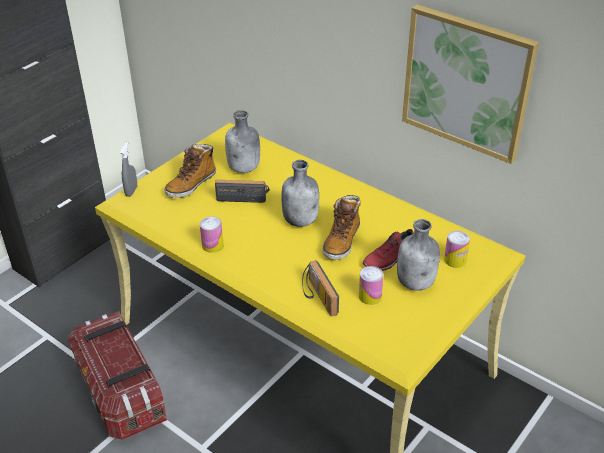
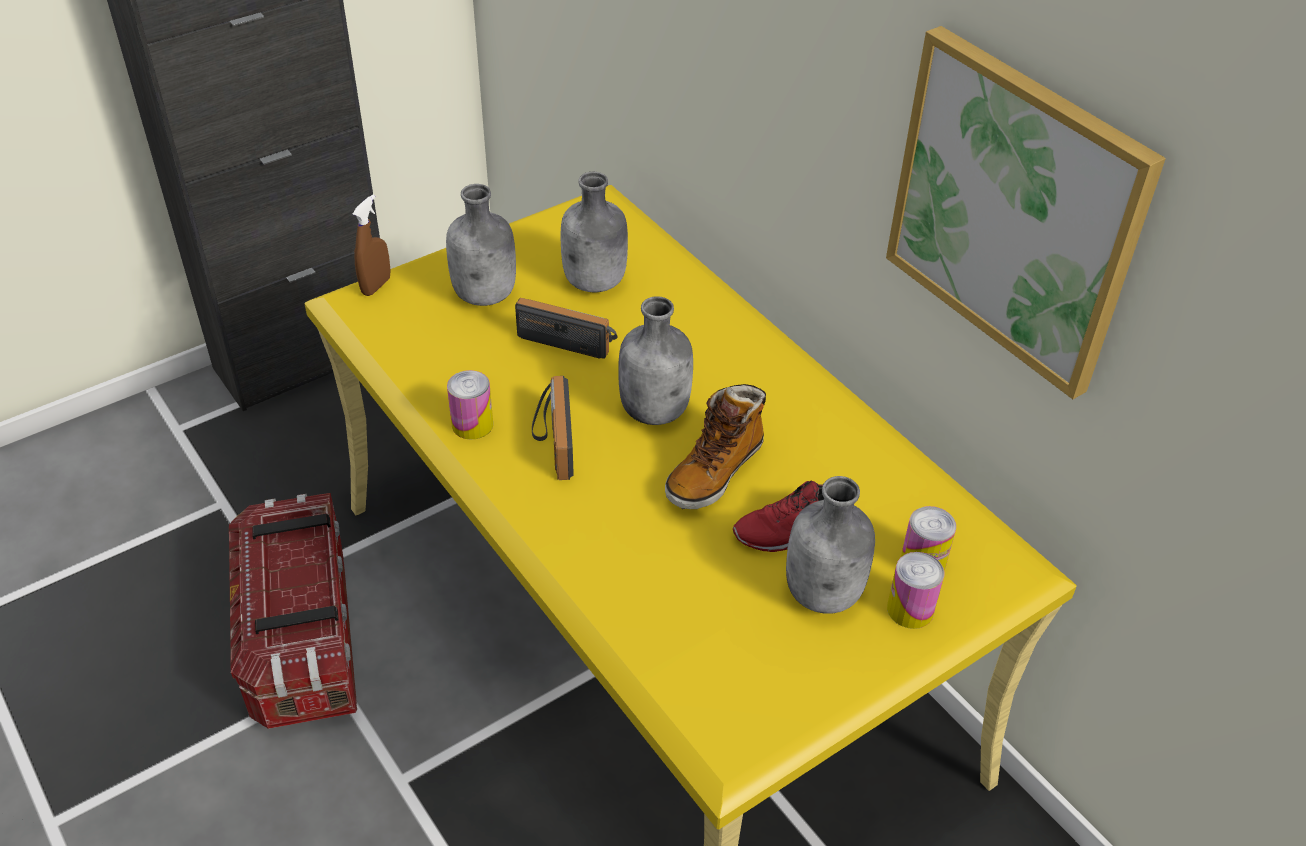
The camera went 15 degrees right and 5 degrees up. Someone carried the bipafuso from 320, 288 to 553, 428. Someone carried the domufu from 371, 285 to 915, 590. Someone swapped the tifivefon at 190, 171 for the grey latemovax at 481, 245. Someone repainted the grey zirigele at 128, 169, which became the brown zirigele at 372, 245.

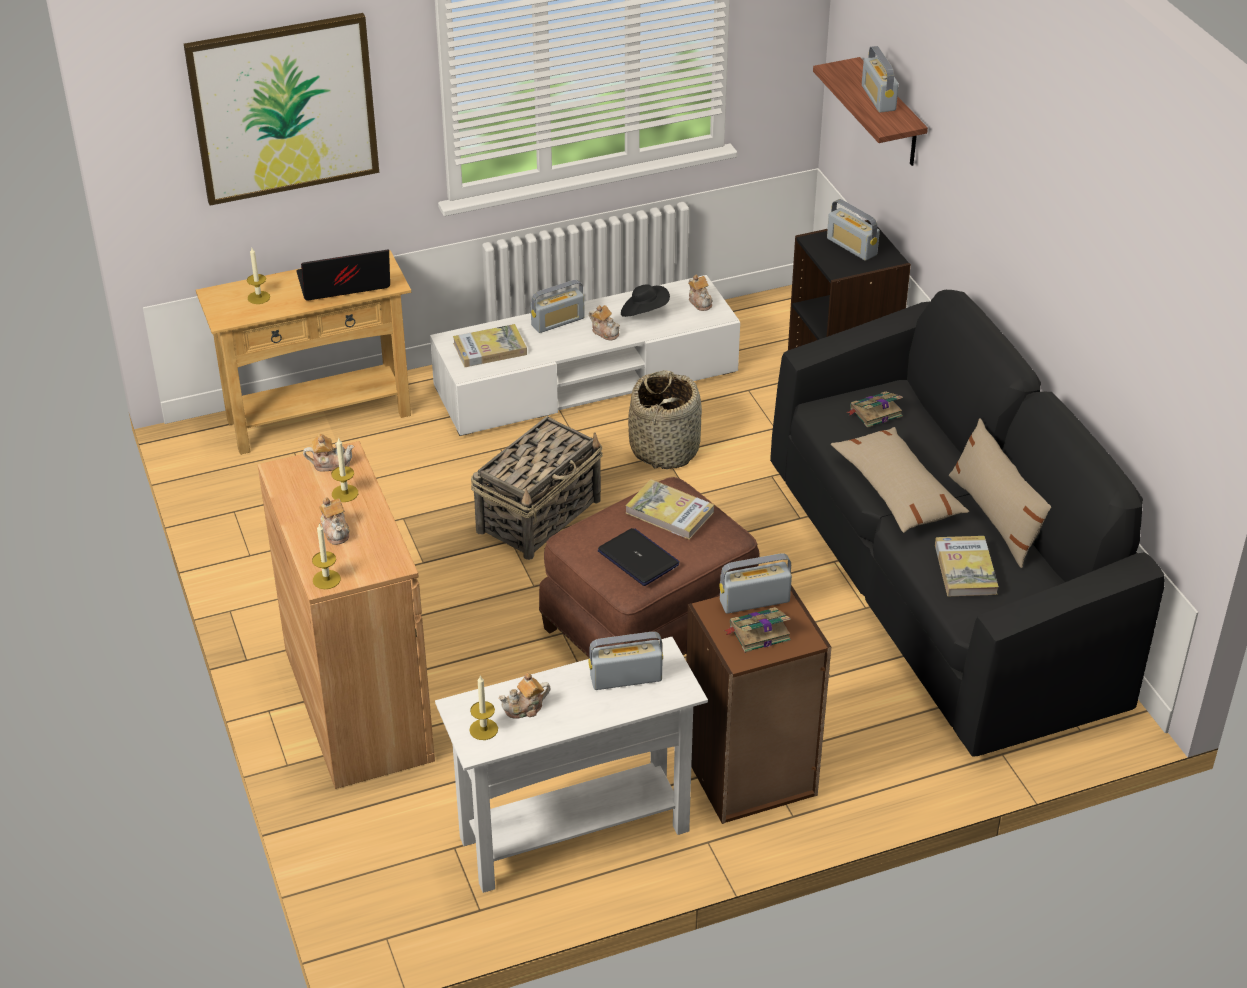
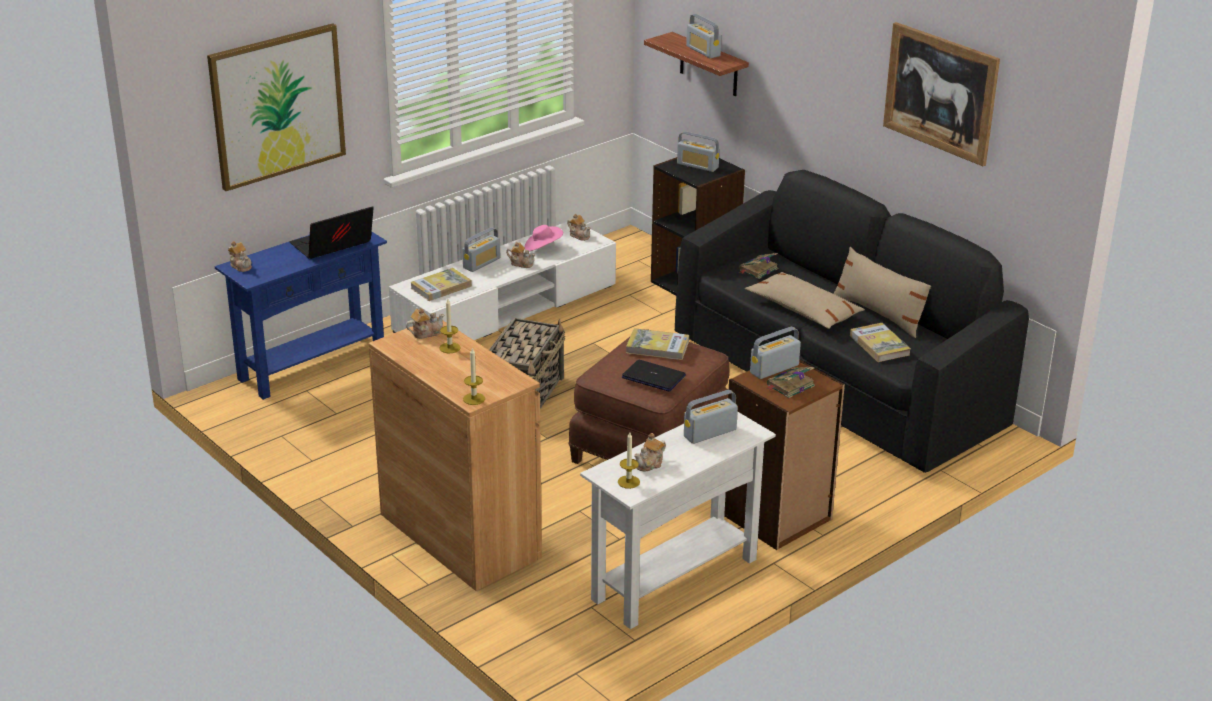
The camera went 20 degrees left and 10 degrees down. Someone took away the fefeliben at 258, 276. Someone took away the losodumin at 665, 419. Someone put up the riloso at 941, 94. Someone carried the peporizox from 334, 521 to 240, 256. Someone repainted the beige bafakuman at 303, 352, which became the blue bafakuman at 301, 315. Someone repainted the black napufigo at 645, 300, which became the pink napufigo at 544, 238.

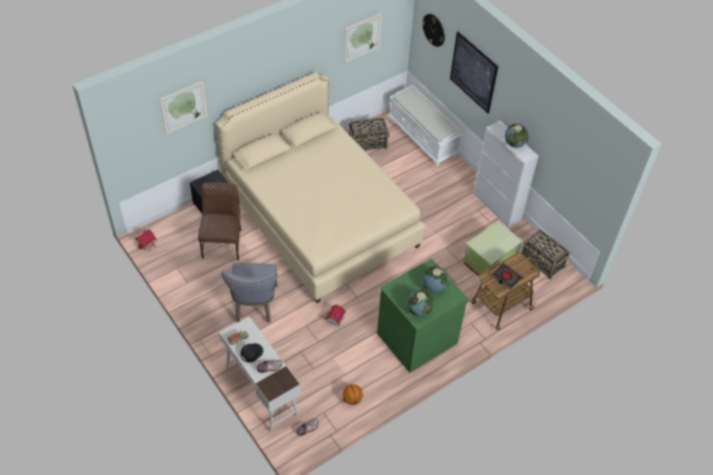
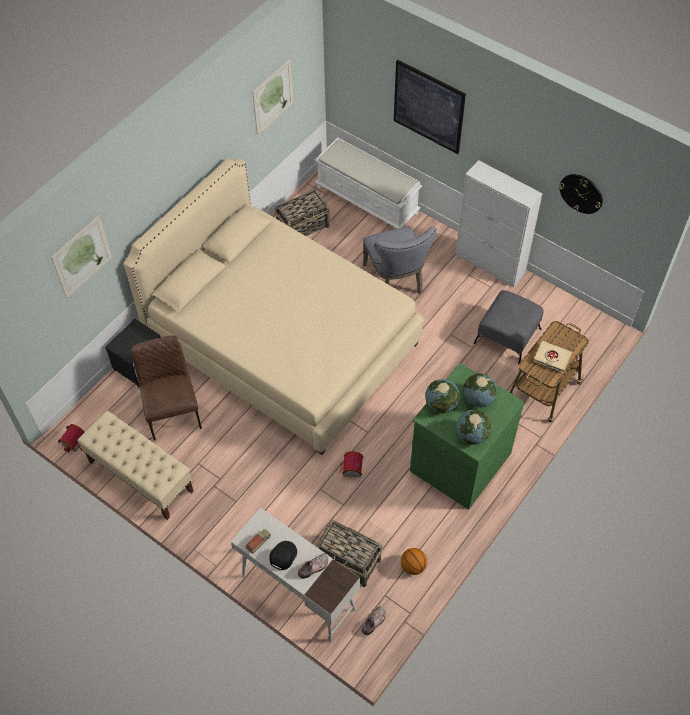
The camera went 15 degrees left and 5 degrees up. Someone put down the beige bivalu at 135, 465. Someone carried the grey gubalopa from 249, 293 to 400, 260. Someone carried the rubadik from 433, 30 to 581, 194. Someone carried the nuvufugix from 516, 136 to 442, 396. Someone carried the losodumin from 546, 254 to 349, 553. Someone swapped the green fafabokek at 493, 251 for the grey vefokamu at 509, 327. Someone repainted the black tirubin at 507, 276, which became the beige tirubin at 552, 357.

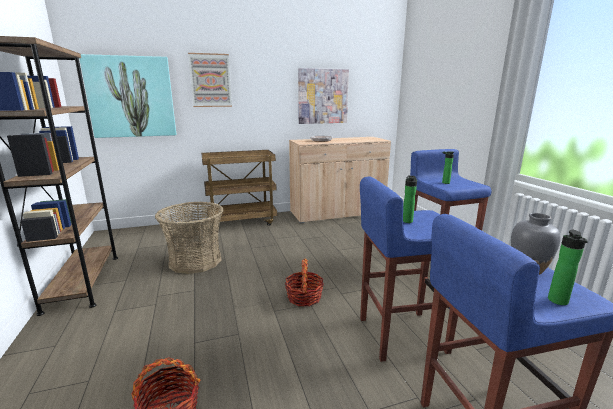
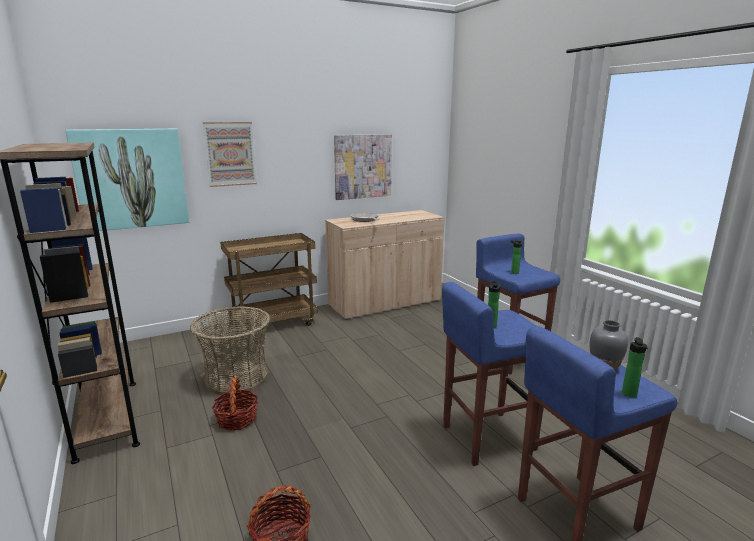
The camera went 10 degrees left and 0 degrees up. Someone carried the losodumin from 304, 283 to 235, 403.

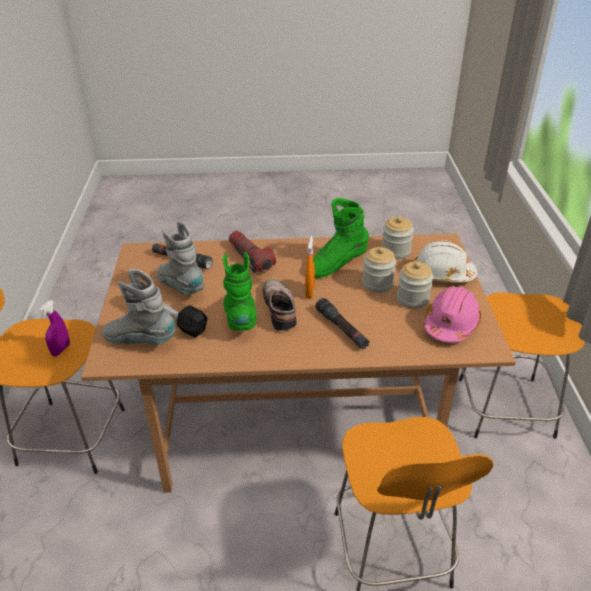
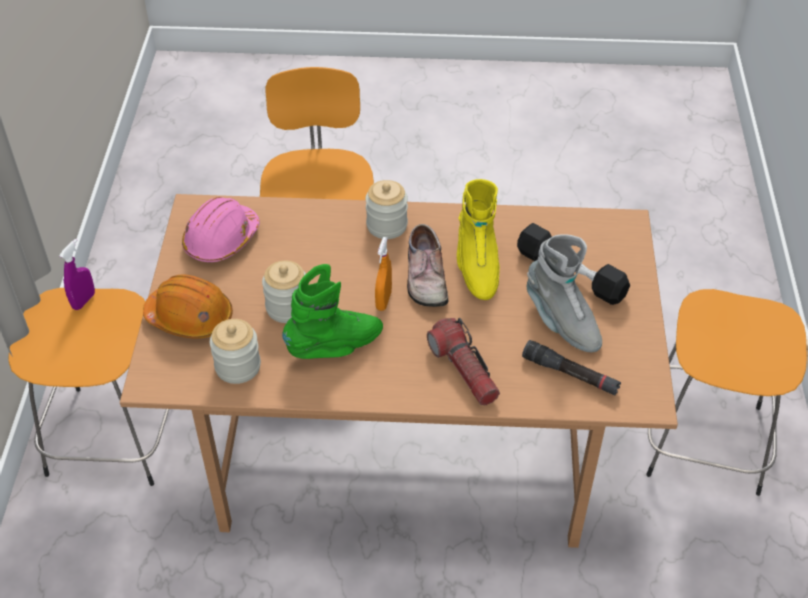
The camera went 175 degrees left and 10 degrees up. Someone took away the grey tifivefon at 138, 307. Someone took away the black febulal at 342, 323. Someone carried the purple zirigele from 54, 328 to 77, 274. Someone carried the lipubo from 415, 285 to 387, 209. Someone repainted the green tifivefon at 240, 291, which became the yellow tifivefon at 478, 239. Someone repainted the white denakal at 445, 261, which became the orange denakal at 188, 306.

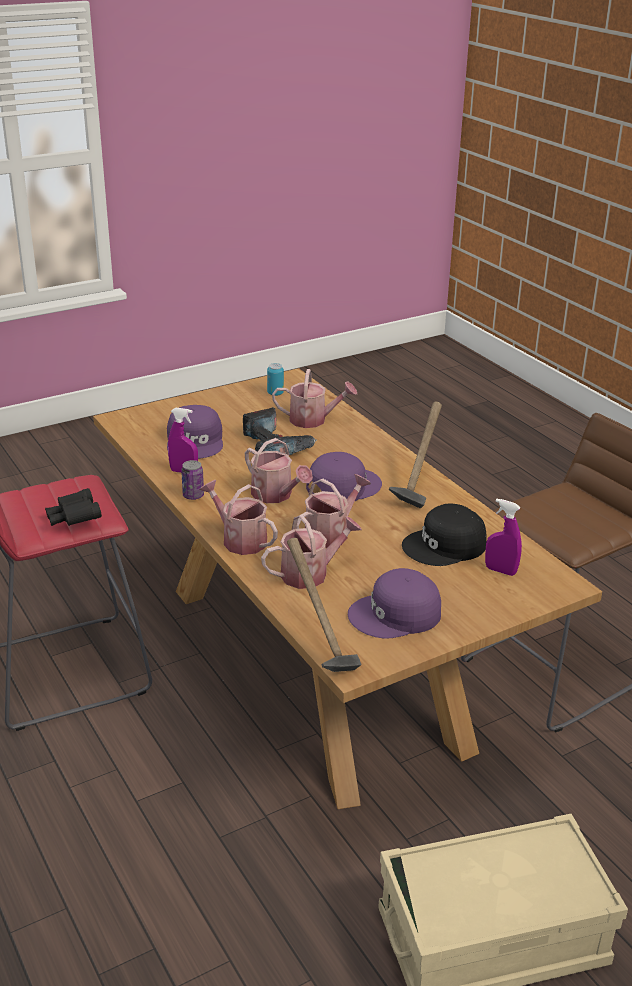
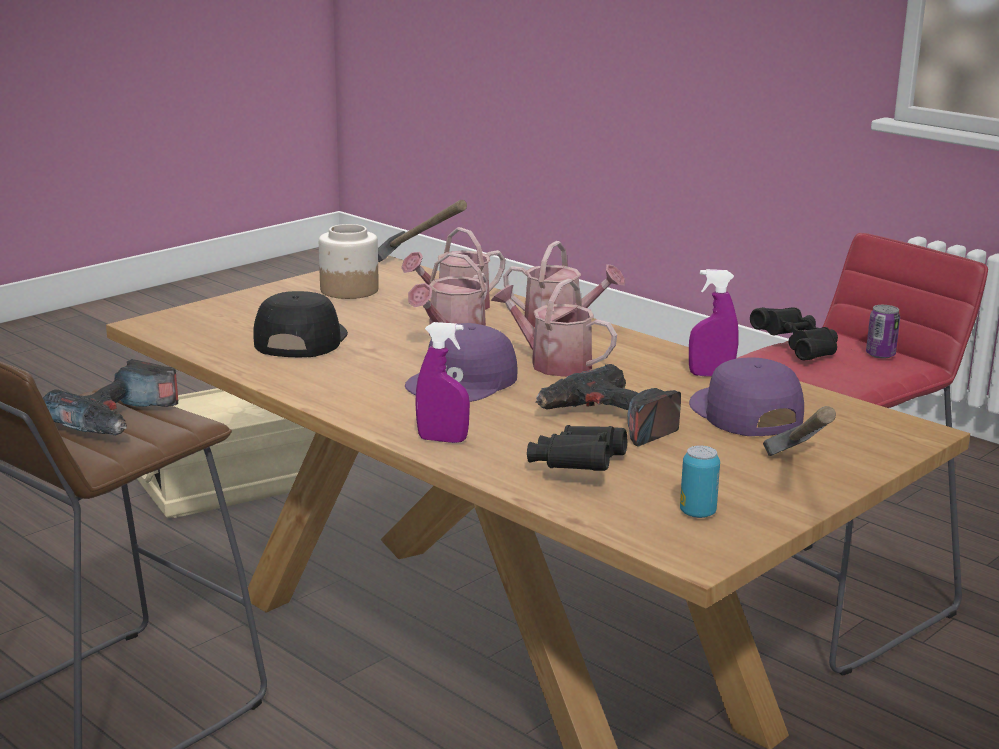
The camera went 165 degrees right and 10 degrees down. Someone put down the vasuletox at 110, 397. Someone carried the domufu from 192, 480 to 883, 332. Someone carried the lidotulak from 415, 455 to 799, 431. Someone carried the purple zirigele from 503, 537 to 442, 382. Someone swapped the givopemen at 314, 398 for the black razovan at 577, 448. Someone swapped the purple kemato at 394, 603 for the lipubo at 349, 261. Someone rotated the black kemato at 444, 534 by 45 degrees counterclockwise.

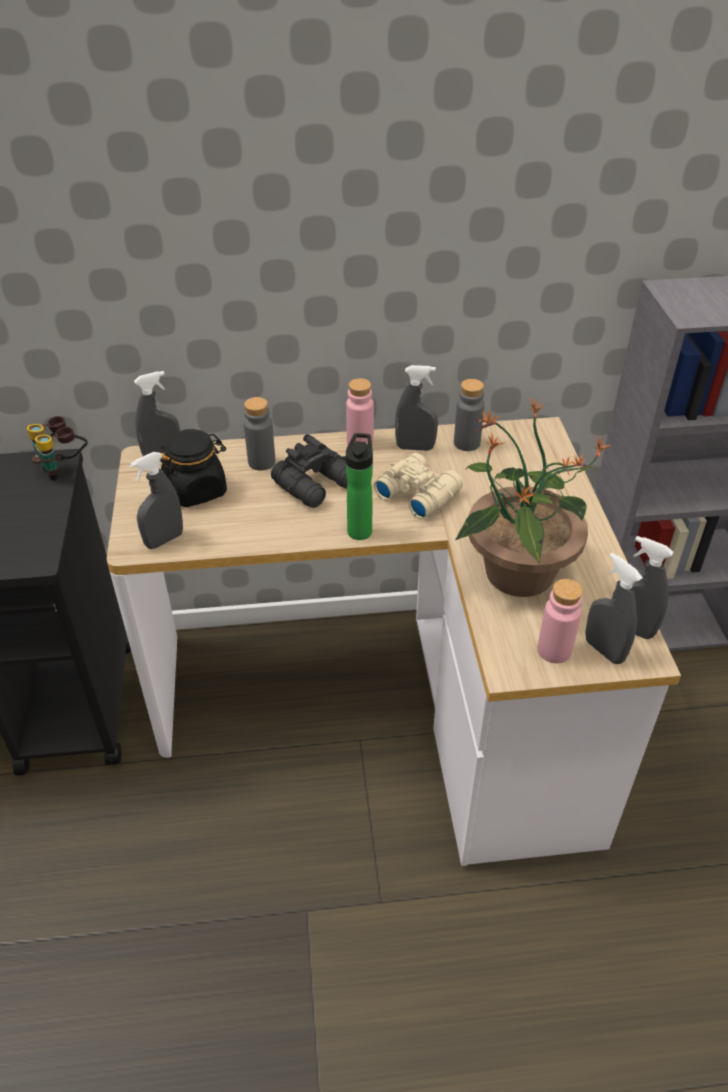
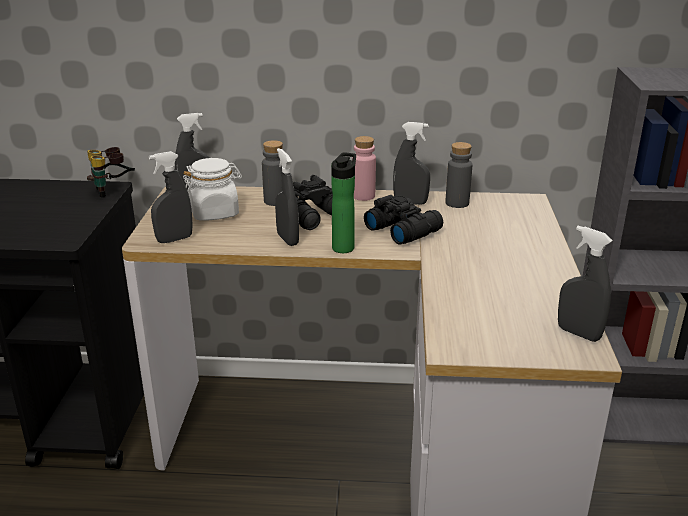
The camera went 10 degrees right and 15 degrees down. Someone took away the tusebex at 532, 497. Someone took away the pink latemovax at 560, 621. Someone carried the grey zirigele from 614, 608 to 287, 197. Someone repainted the black lipubo at 193, 468, which became the white lipubo at 212, 189. Someone repainted the beige razovan at 418, 486, which became the black razovan at 403, 219.

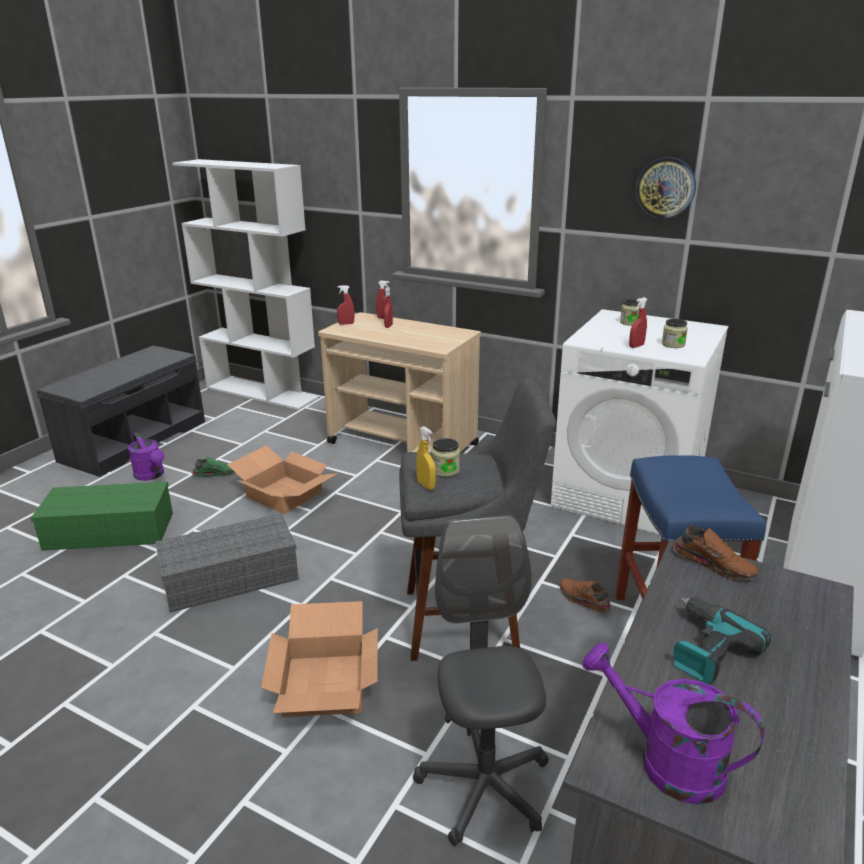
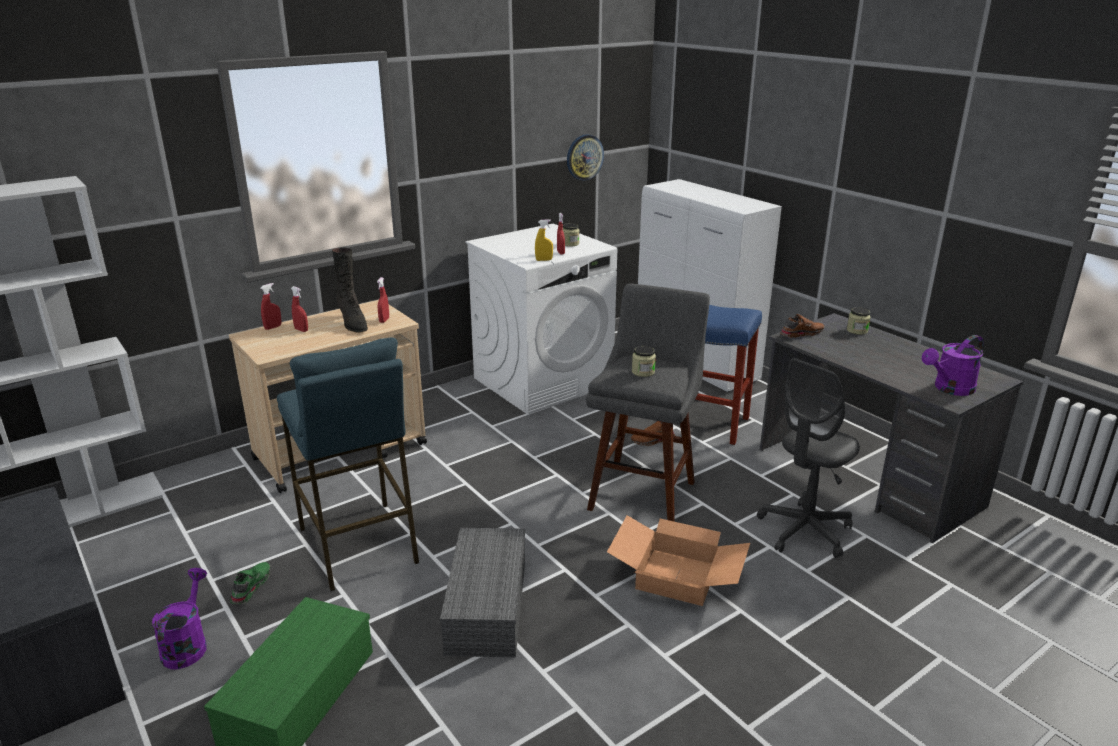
The camera went 65 degrees left and 0 degrees up. Someone took away the vasuletox at 722, 640. Someone put down the black tifivefon at 350, 290. Someone carried the red zirigele from 345, 305 to 383, 300. Someone carried the yellow zirigele from 426, 458 to 544, 240. Someone carried the lipubo from 630, 312 to 859, 321. Someone carried the rubadik from 666, 187 to 585, 157. Someone swapped the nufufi at 282, 479 for the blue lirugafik at 348, 464. Someone rotated the purple givopemen at 146, 456 by 75 degrees counterclockwise. Someone rotated the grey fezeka at 481, 680 by 60 degrees counterclockwise.

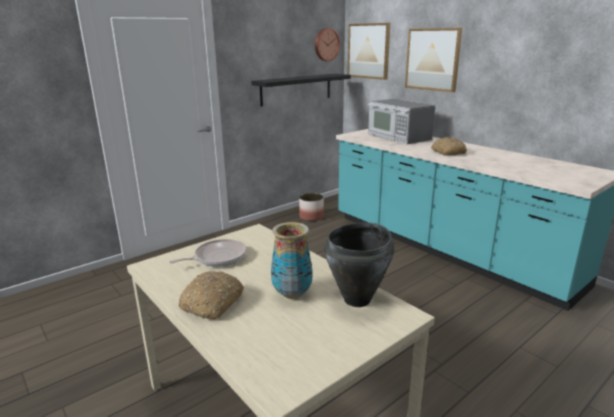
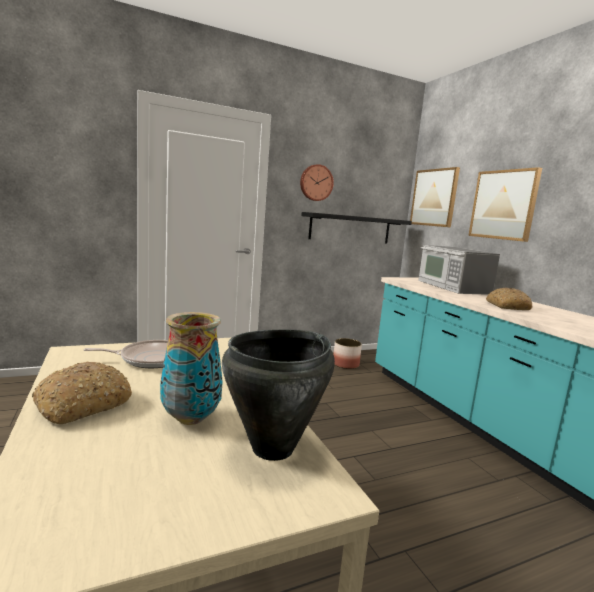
The camera went 15 degrees right and 10 degrees down. Someone carried the rubadik from 327, 44 to 317, 182.

